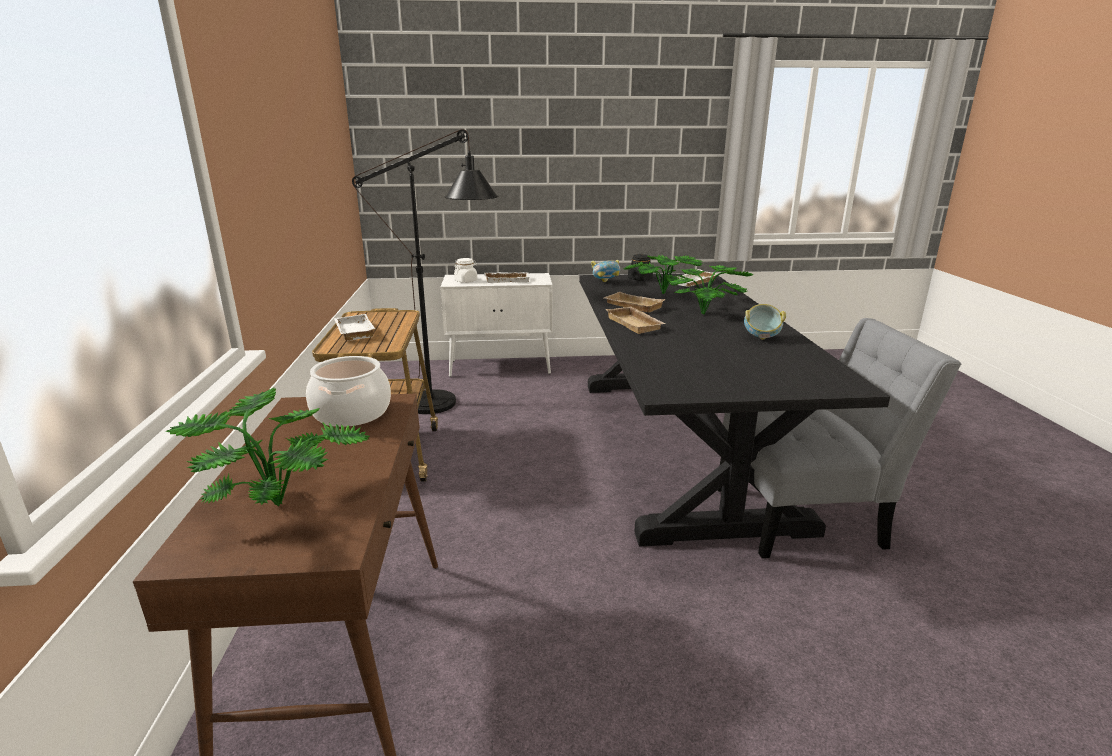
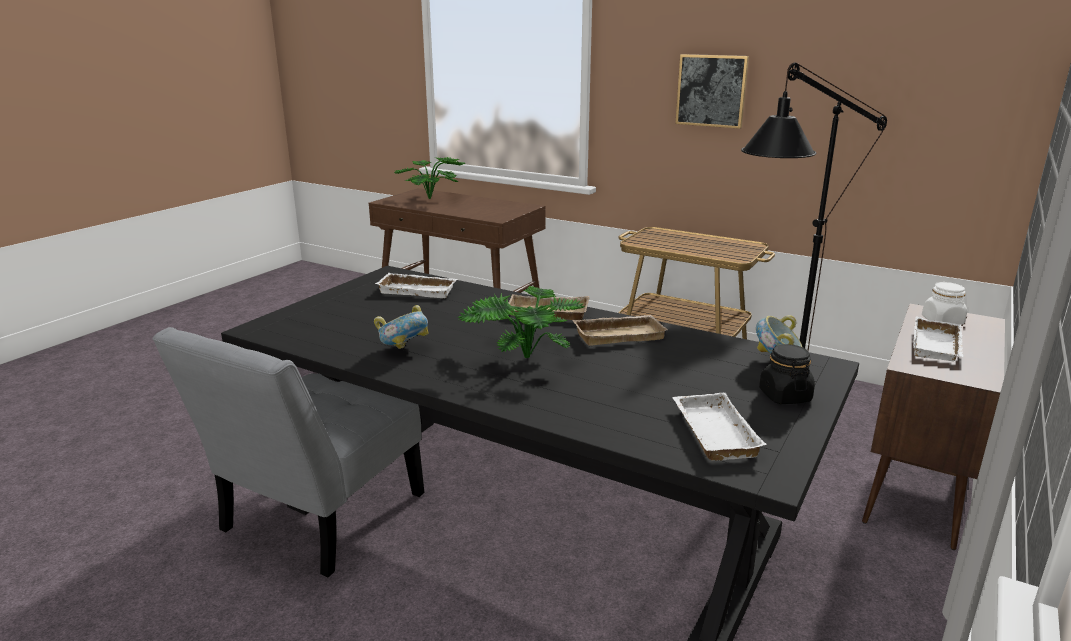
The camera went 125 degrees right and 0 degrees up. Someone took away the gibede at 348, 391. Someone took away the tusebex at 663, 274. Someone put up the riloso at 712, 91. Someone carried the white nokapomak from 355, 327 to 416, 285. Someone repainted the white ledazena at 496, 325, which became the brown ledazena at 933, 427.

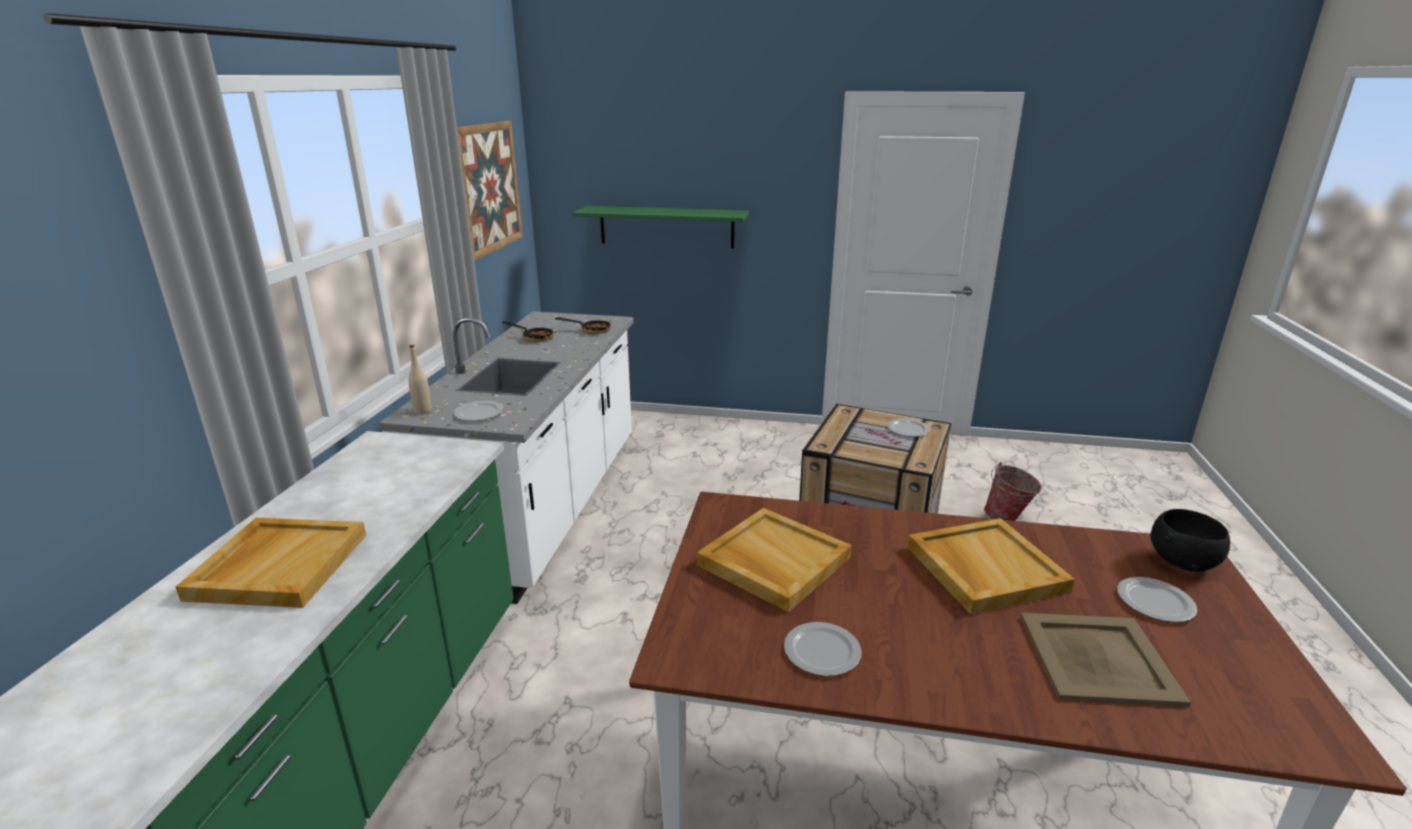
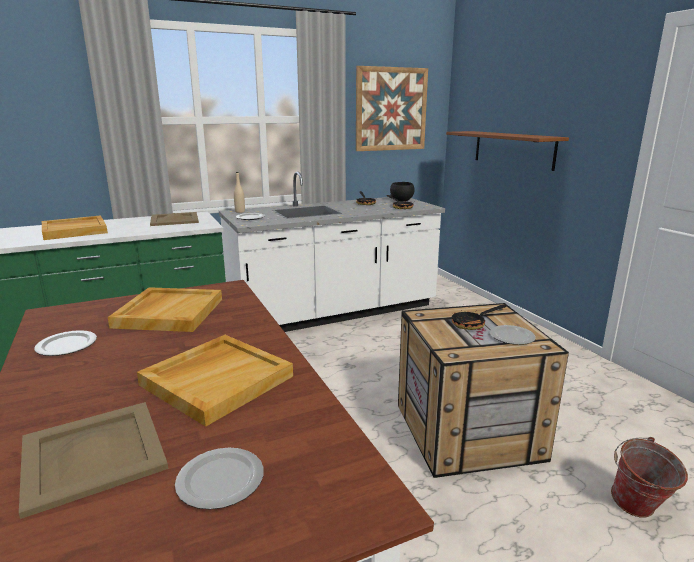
The camera went 55 degrees right and 5 degrees down. Someone put down the beige nokapomak at 174, 219. Someone put down the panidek at 479, 317. Someone carried the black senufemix from 1190, 540 to 402, 192. Someone repainted the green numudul at 661, 227, which became the brown numudul at 507, 151.

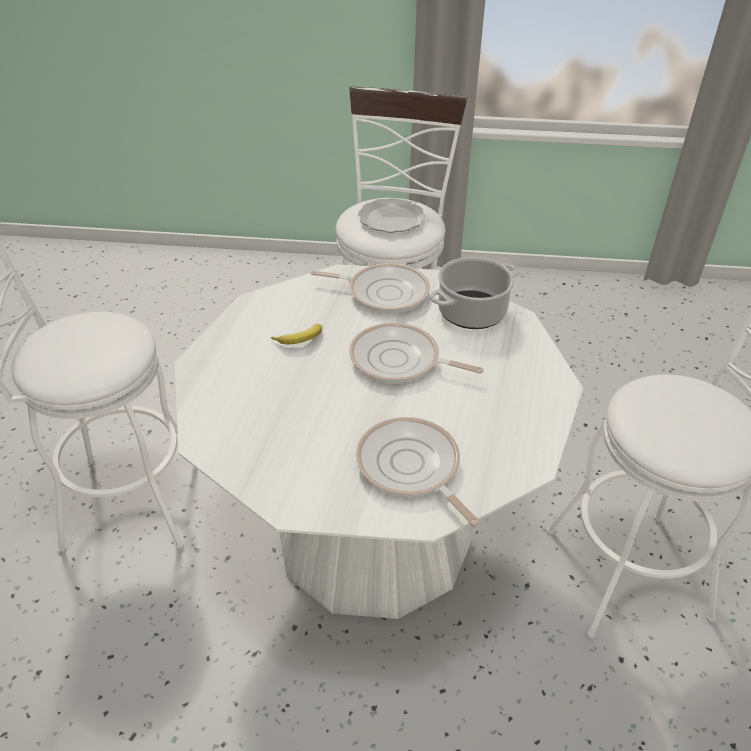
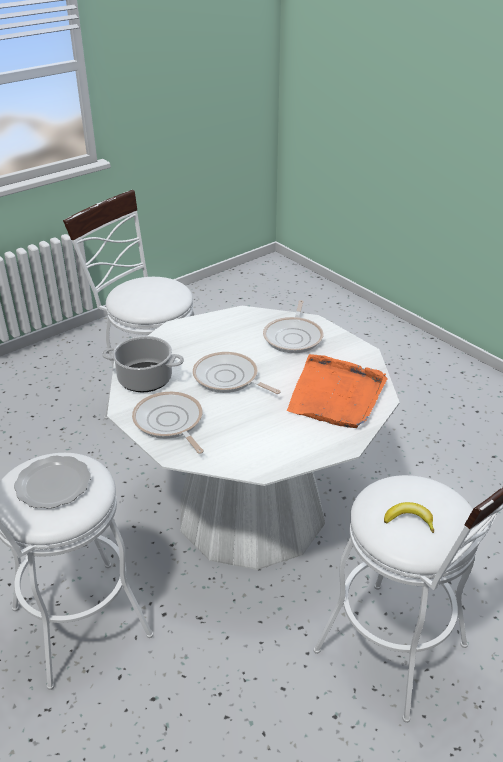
The camera went 135 degrees left and 5 degrees down. Someone put down the orange nokapomak at 337, 391. Someone carried the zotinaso from 296, 334 to 409, 517. Someone rotated the panidek at 416, 353 by 150 degrees clockwise.

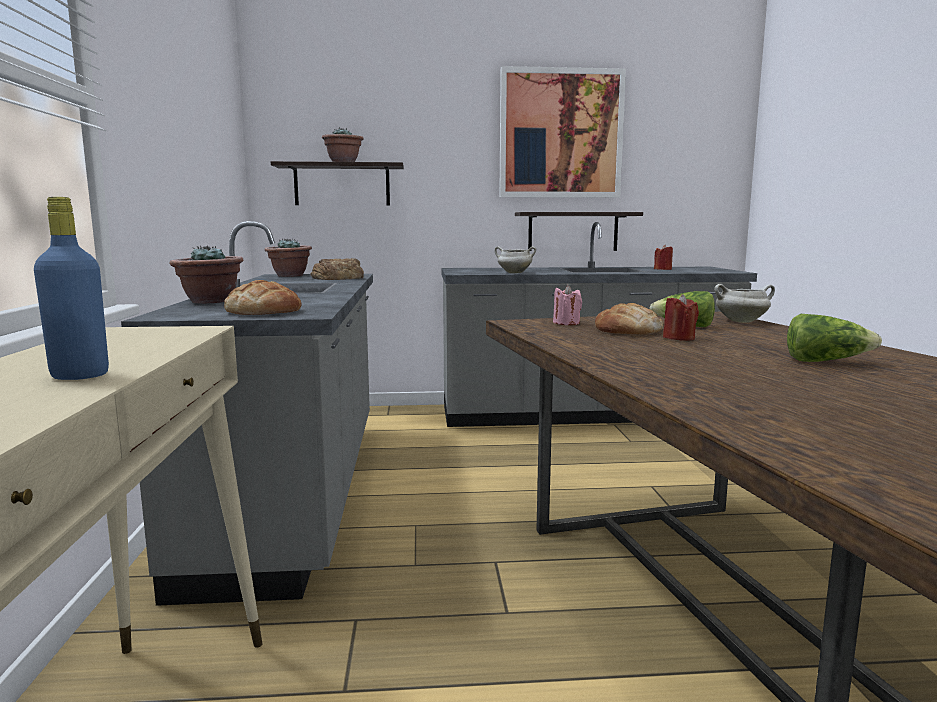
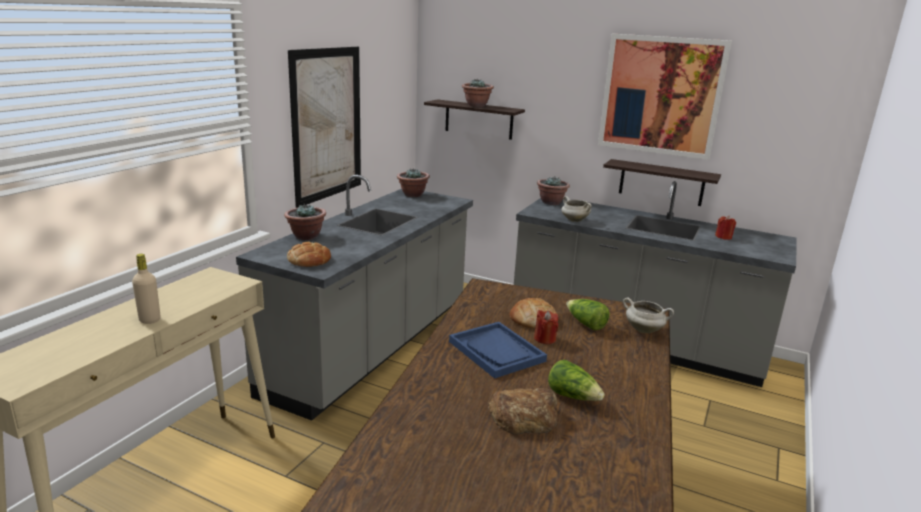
The camera went 30 degrees right and 10 degrees up. Someone took away the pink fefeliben at 567, 305. Someone put up the riloso at 324, 127. Someone put down the blue nokapomak at 498, 350. Someone put down the tusebex at 553, 190. Someone carried the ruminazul from 337, 269 to 522, 411. Someone repainted the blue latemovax at 71, 288, which became the beige latemovax at 146, 289.

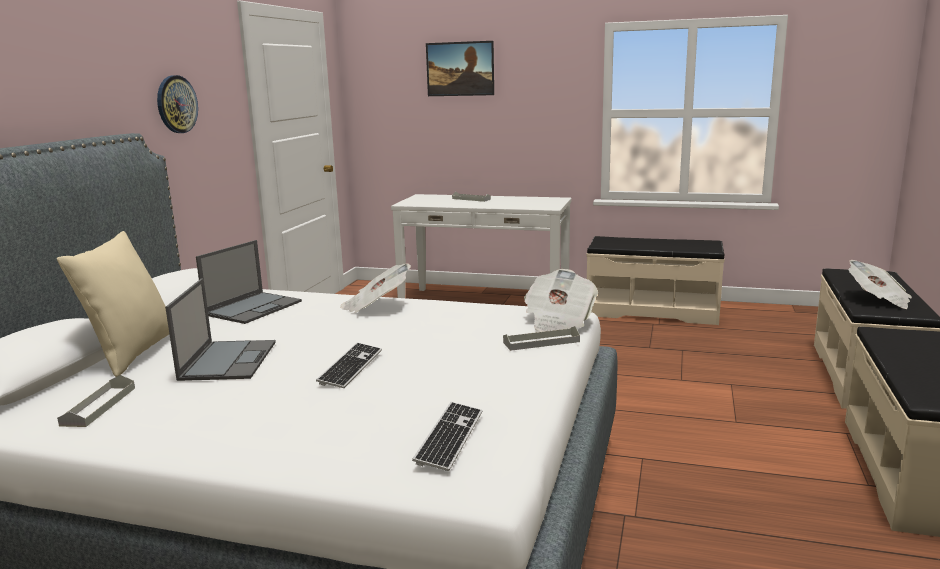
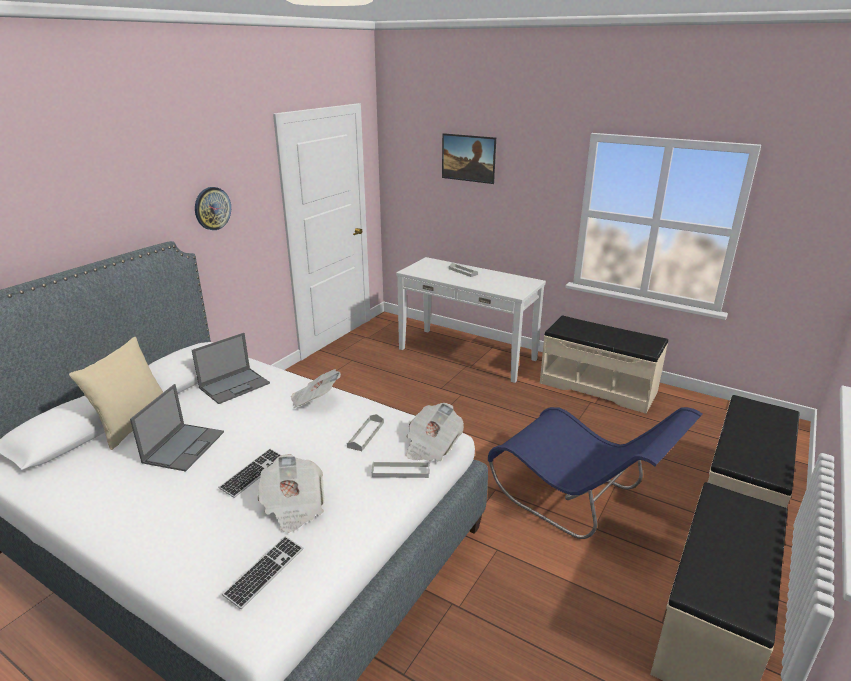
The camera went 15 degrees right and 10 degrees up. Someone put down the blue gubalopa at 595, 473. Someone carried the grey nokapomak from 96, 401 to 365, 432. Someone carried the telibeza from 880, 284 to 291, 493.

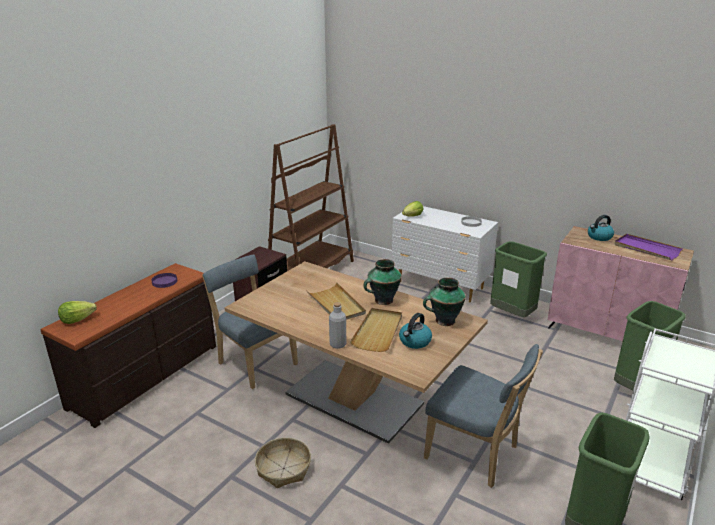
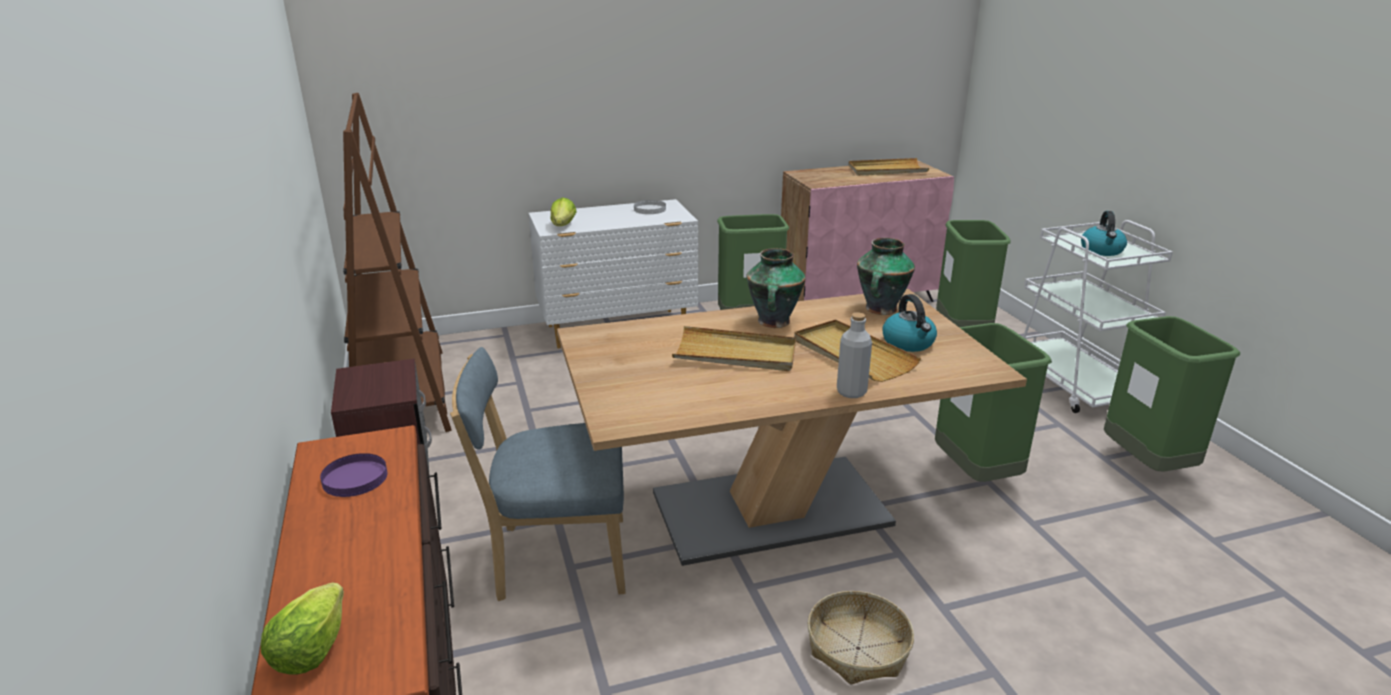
The camera went 50 degrees left and 0 degrees up. Someone carried the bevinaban from 601, 228 to 1104, 233. Someone swapped the blue gubalopa at 483, 416 for the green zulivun at 993, 402. Someone repainted the purple nokapomak at 648, 247, which became the beige nokapomak at 888, 167.

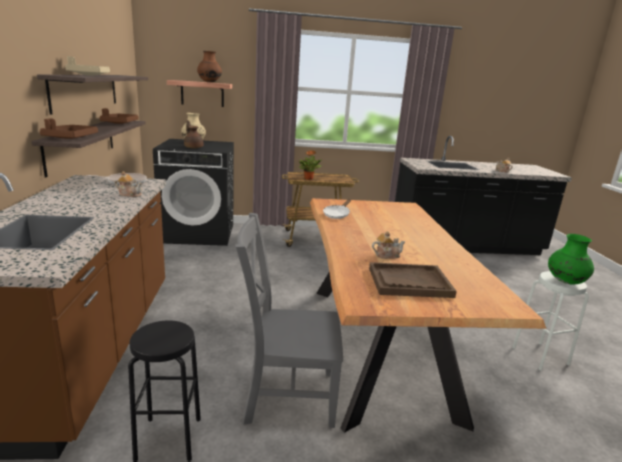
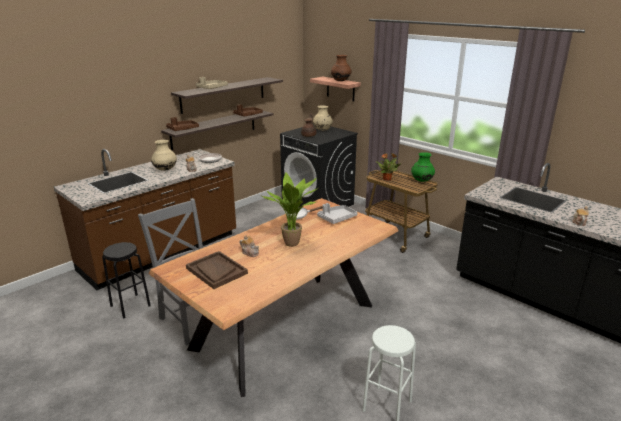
The camera went 50 degrees right and 5 degrees up. Someone put down the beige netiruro at 164, 155. Someone put down the tusebex at 291, 209. Someone put down the grey nokapomak at 337, 213. Someone carried the green netiruro from 571, 259 to 423, 167.

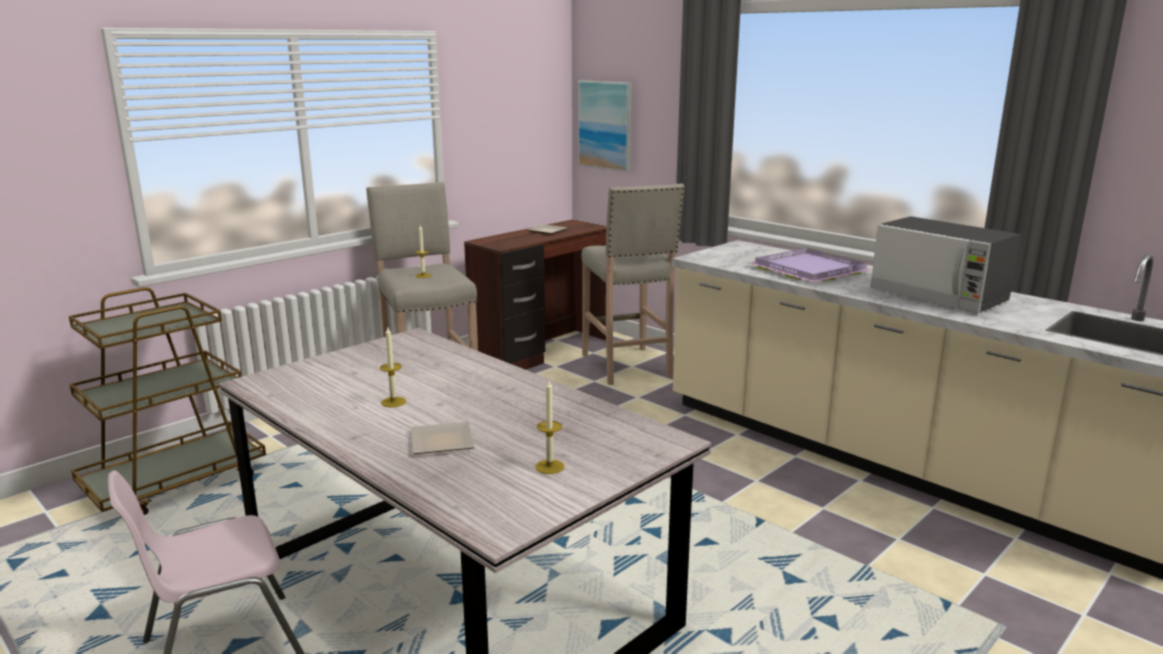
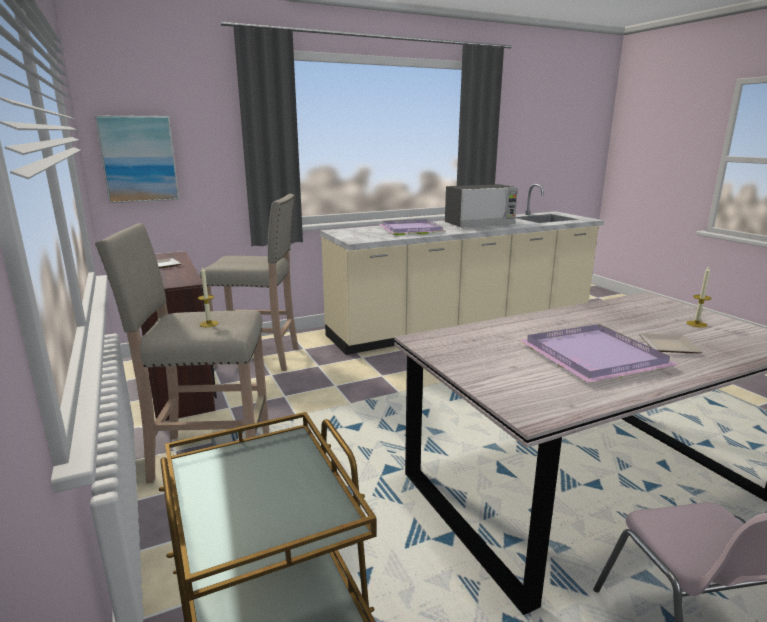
The camera went 70 degrees left and 0 degrees up. Someone swapped the fefeliben at 393, 367 for the purple nokapomak at 599, 353.

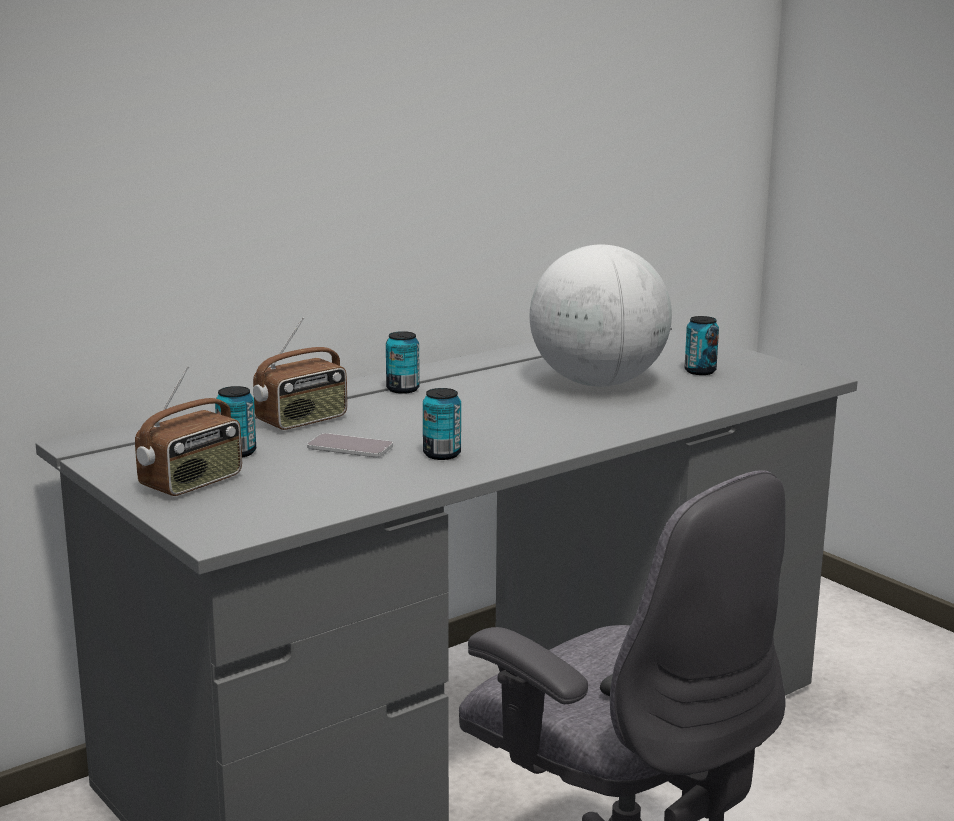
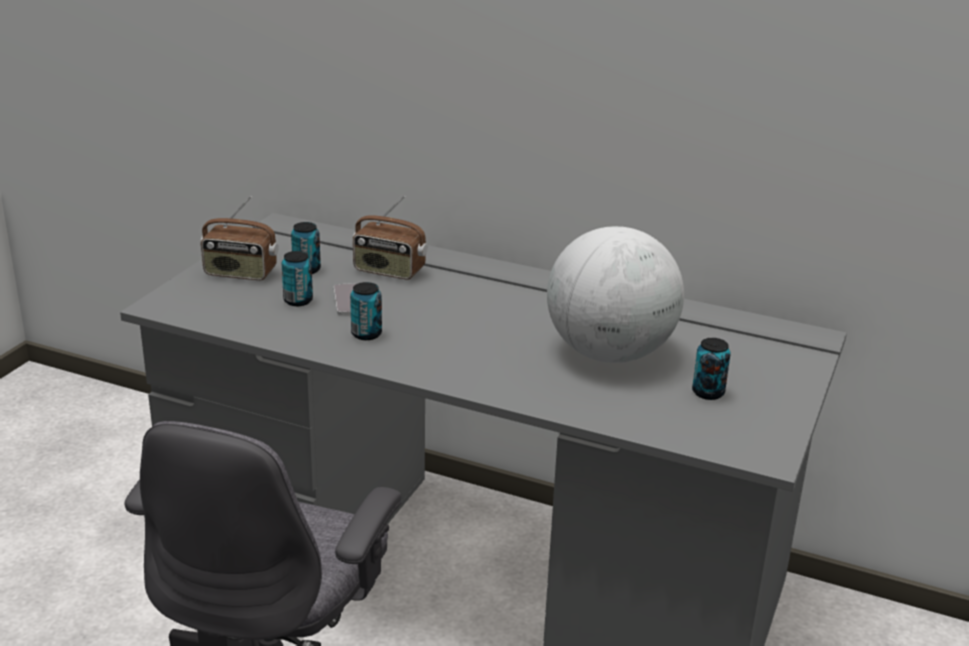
The camera went 60 degrees right and 10 degrees up. Someone carried the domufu from 403, 362 to 297, 278.

